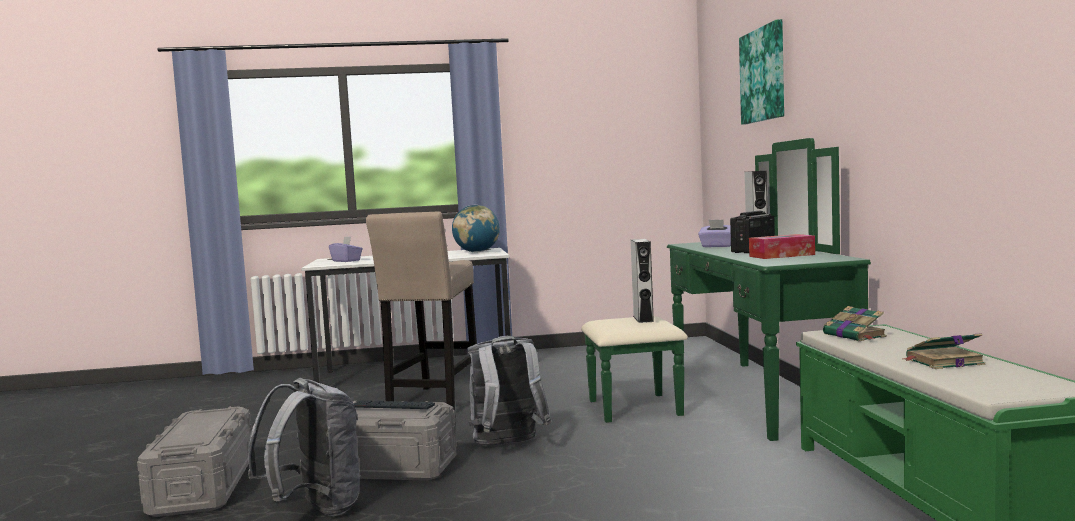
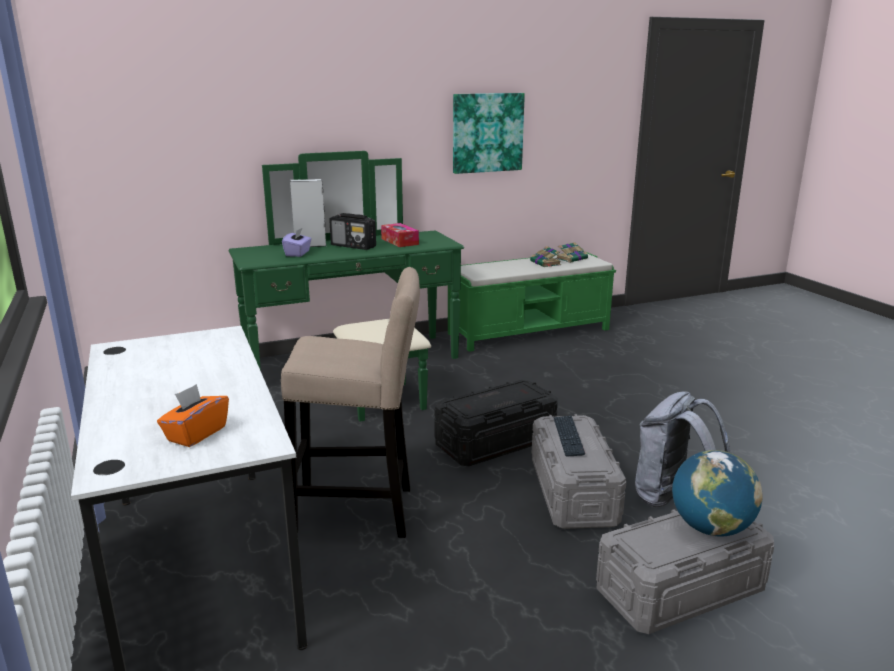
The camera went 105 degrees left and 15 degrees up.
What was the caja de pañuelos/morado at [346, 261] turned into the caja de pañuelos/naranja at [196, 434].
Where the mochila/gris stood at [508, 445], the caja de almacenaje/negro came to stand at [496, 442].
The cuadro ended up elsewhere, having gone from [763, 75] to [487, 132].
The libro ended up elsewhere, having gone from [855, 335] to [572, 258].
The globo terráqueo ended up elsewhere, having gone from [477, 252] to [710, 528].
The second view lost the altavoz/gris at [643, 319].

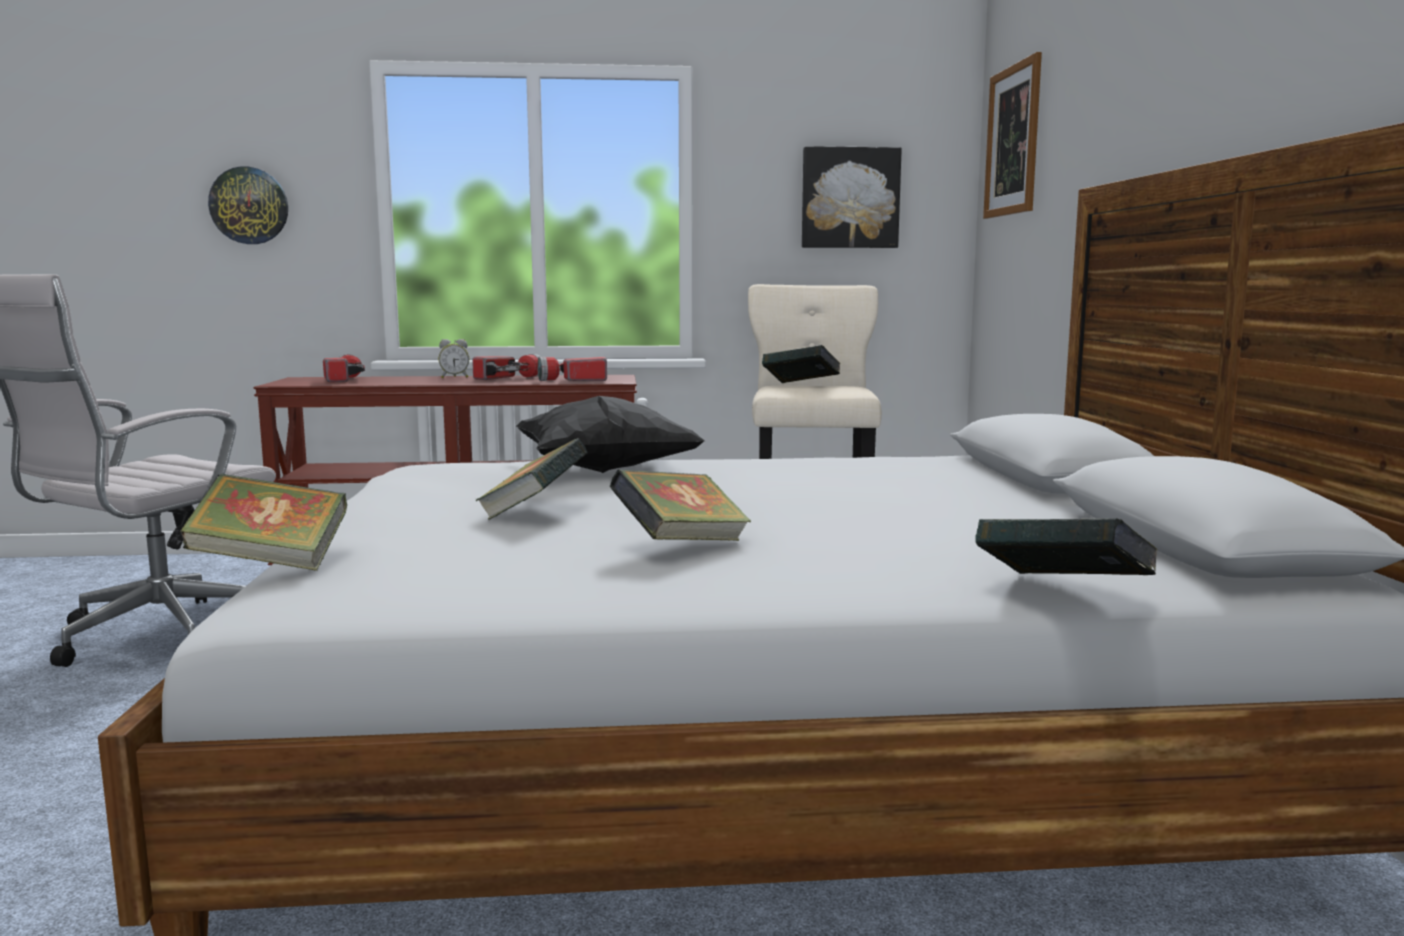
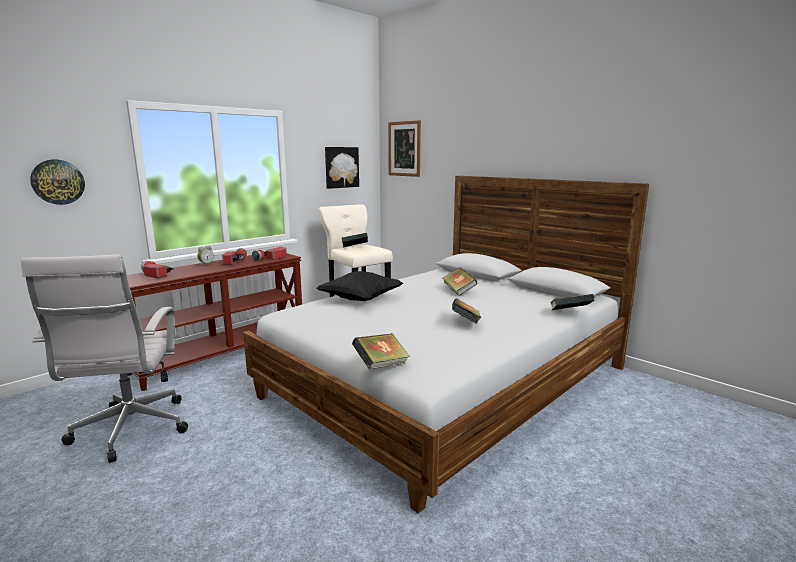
The camera went 40 degrees left and 5 degrees up.
The libro ended up elsewhere, having gone from [534, 511] to [459, 291].

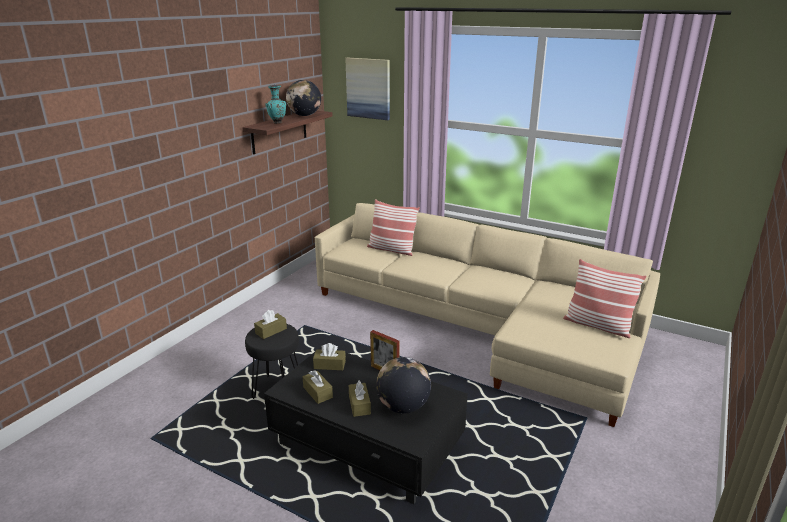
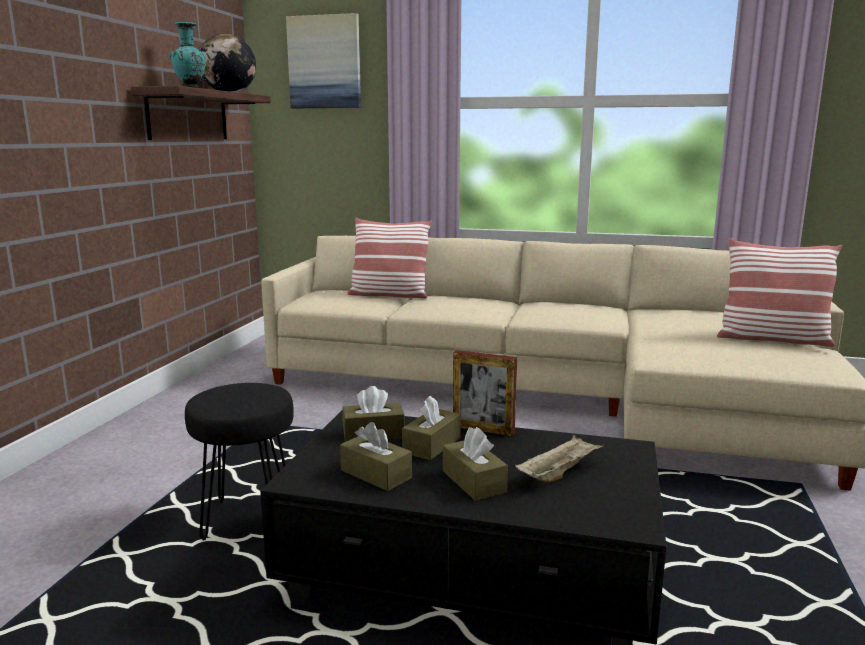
The camera went 15 degrees left and 10 degrees down.
The caja de pañuelos/marrón ended up elsewhere, having gone from [271, 331] to [432, 445].
Where the globo terráqueo stood at [403, 406], the bandeja/beis came to stand at [559, 473].

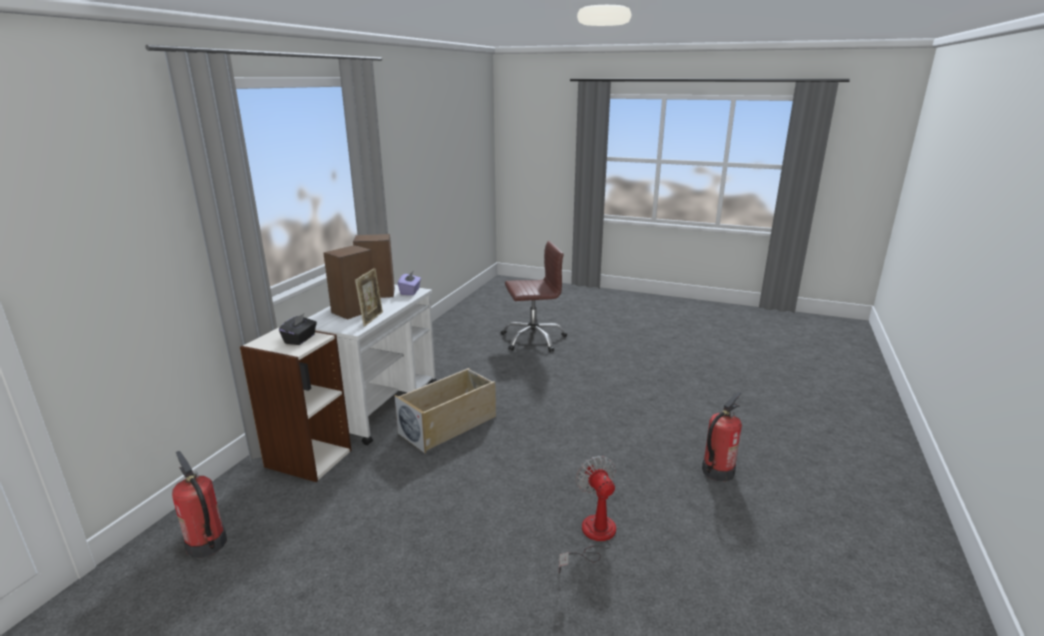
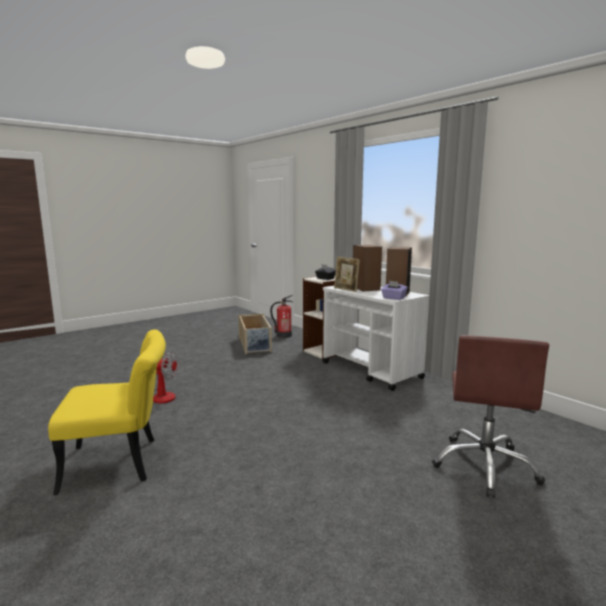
The camera went 120 degrees right and 10 degrees down.
Where the extintor stood at [717, 471], the silla/amarillo came to stand at [122, 462].
The caja de almacenaje/beis ended up elsewhere, having gone from [449, 425] to [255, 345].

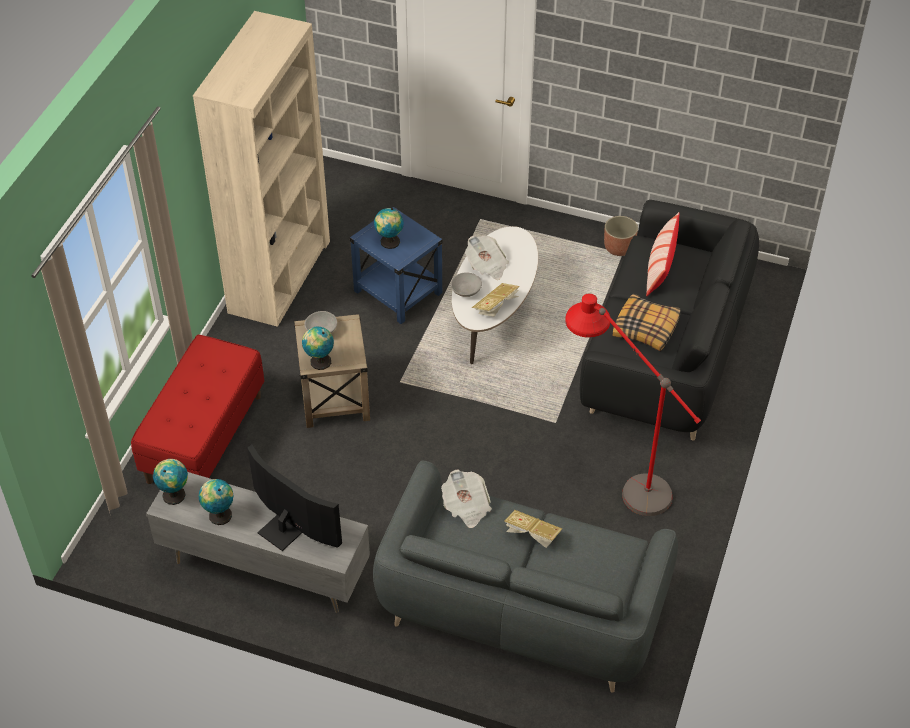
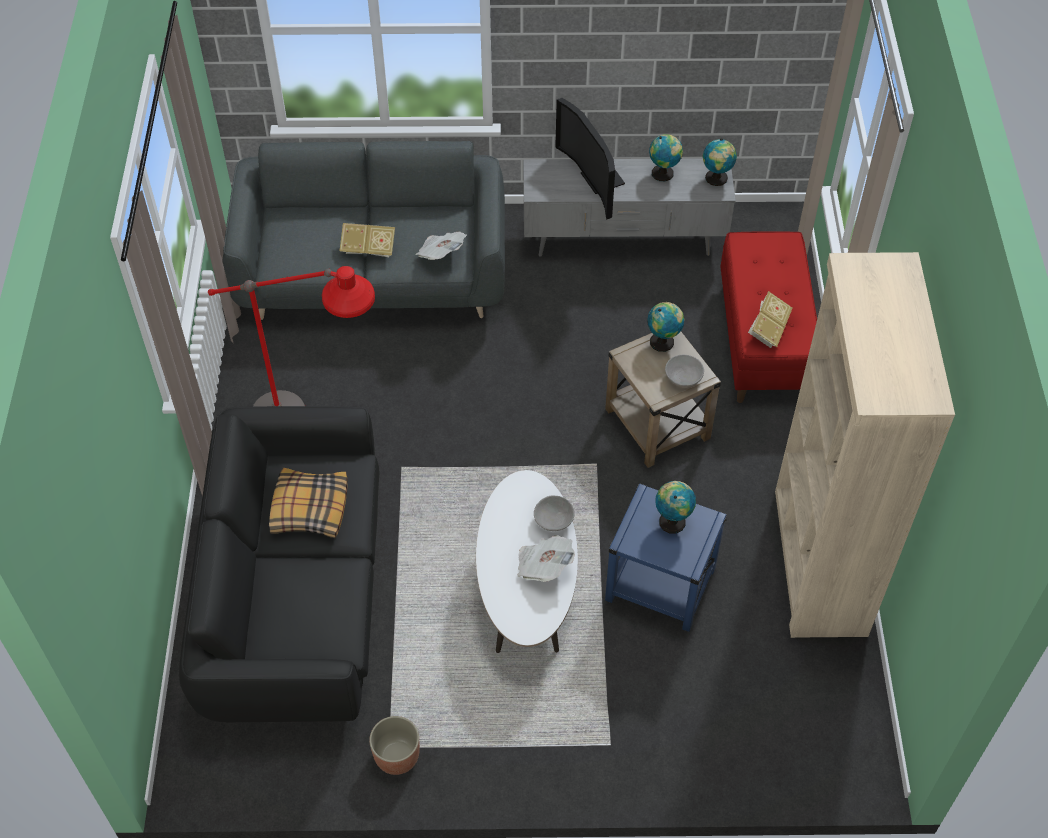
The camera went 160 degrees right and 5 degrees up.
The televisor at [287, 527] ended up facing another way, 45 degrees clockwise from before.
The libro ended up elsewhere, having gone from [496, 307] to [768, 329].
The second view lost the cojín at [660, 267].

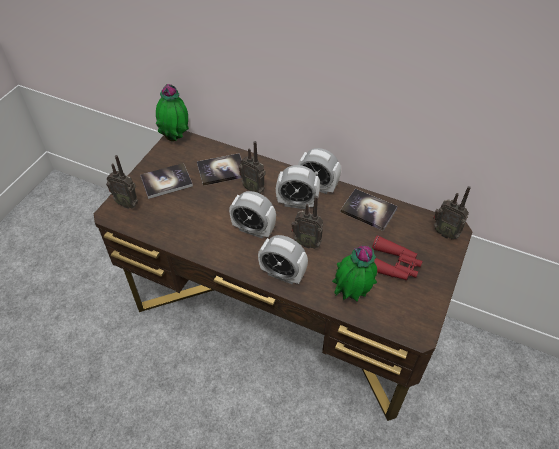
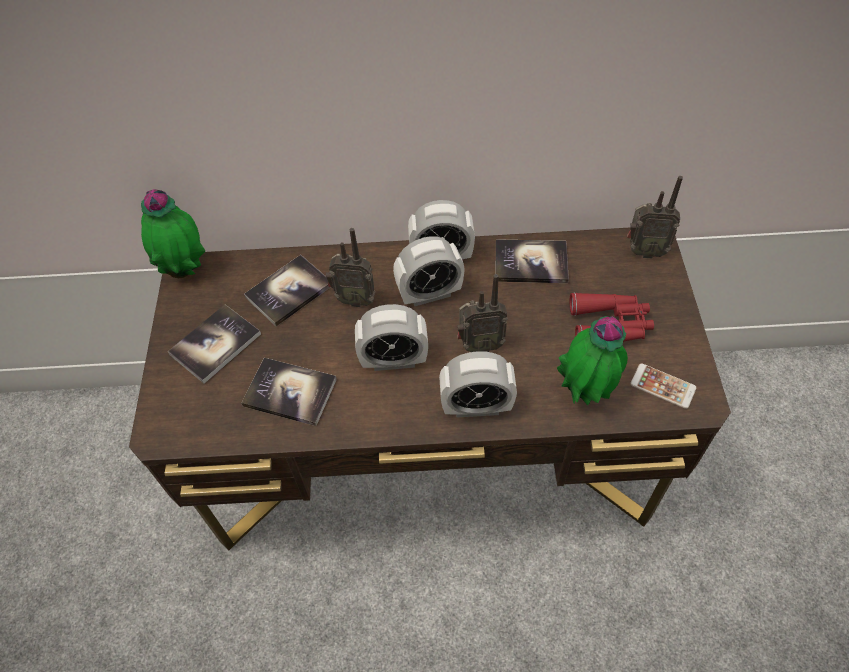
The camera went 25 degrees left and 5 degrees up.
The second view gained the libro at [290, 392].
The second view gained the móvil at [662, 386].
The second view lost the radio at [127, 203].

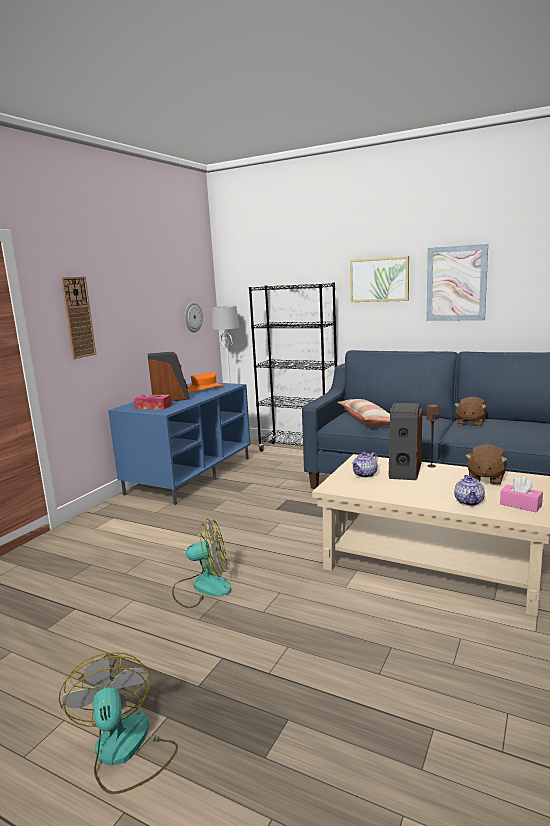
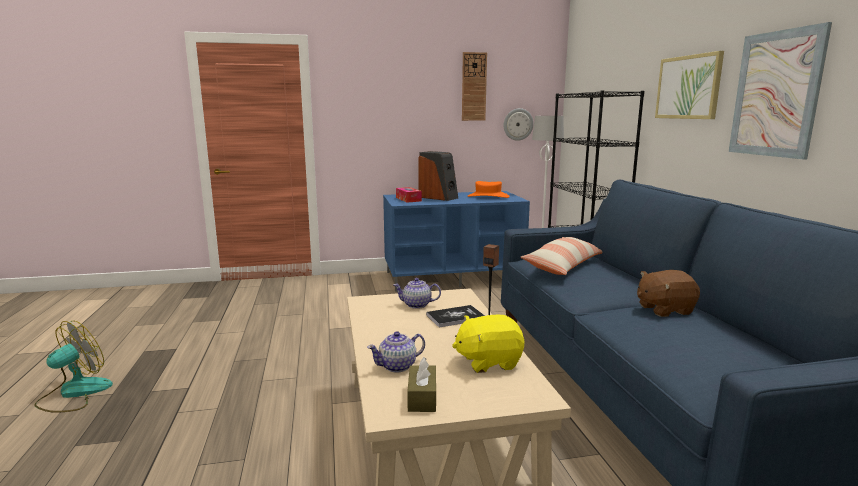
The camera went 50 degrees right and 0 degrees up.
What was the caja de pañuelos/rosa at [520, 505] turned into the caja de pañuelos/marrón at [422, 397].
Where the altavoz stood at [404, 470], the libro came to stand at [455, 317].
What was the peluche/marrón at [485, 478] turned into the peluche/amarillo at [488, 361].
The reloj de pared ended up elsewhere, having gone from [78, 317] to [474, 87].
The second view lost the ventilador at [202, 587].

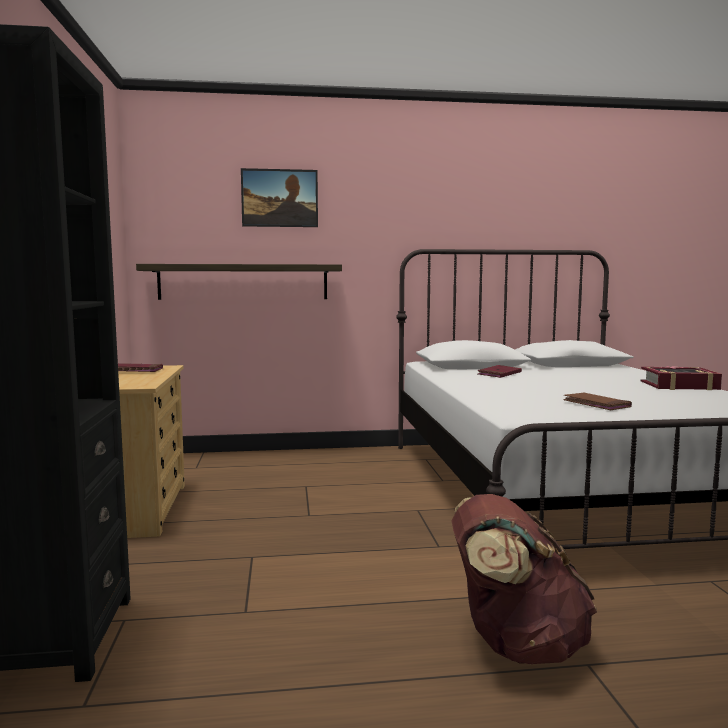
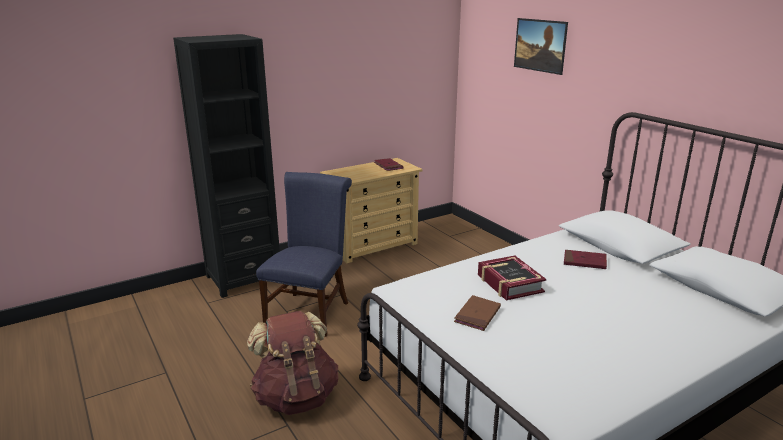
The camera went 65 degrees right and 15 degrees up.
The second view gained the silla/azul at [310, 311].
The libro ended up elsewhere, having gone from [679, 385] to [509, 283].
The second view lost the estante at [243, 282].

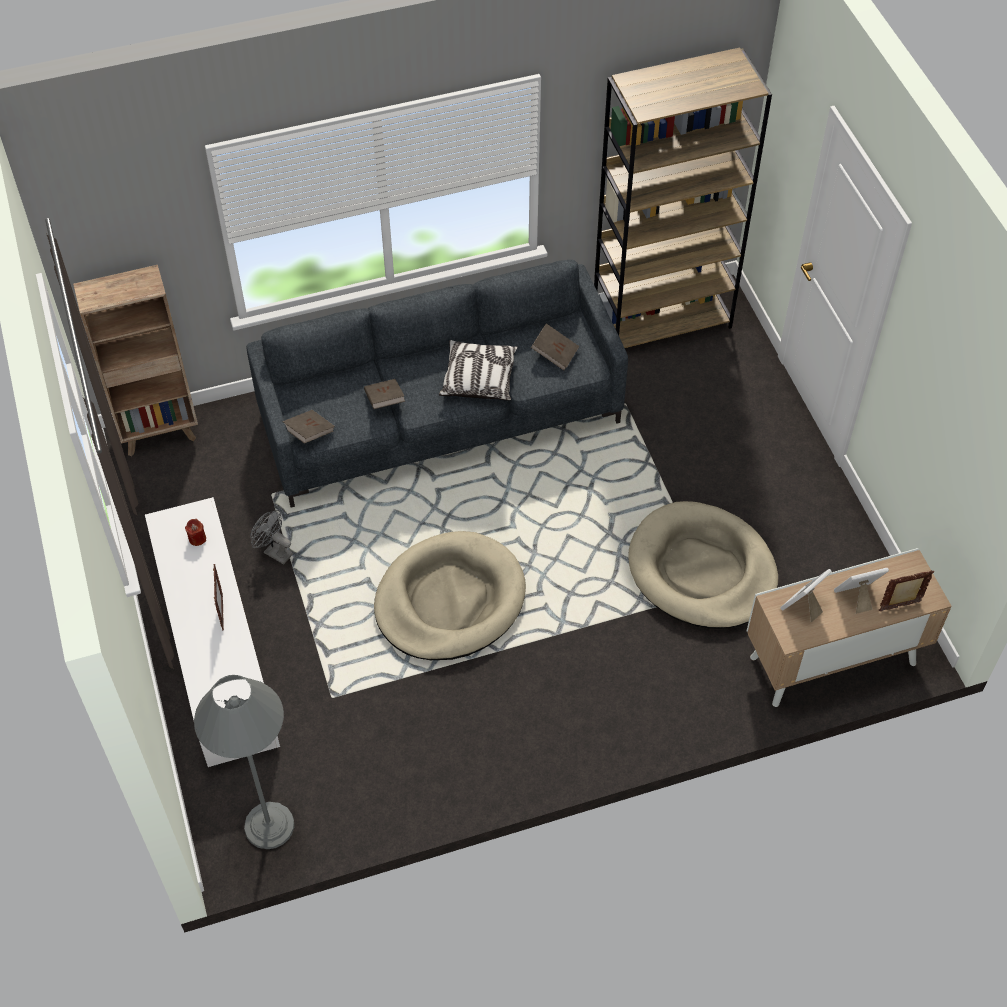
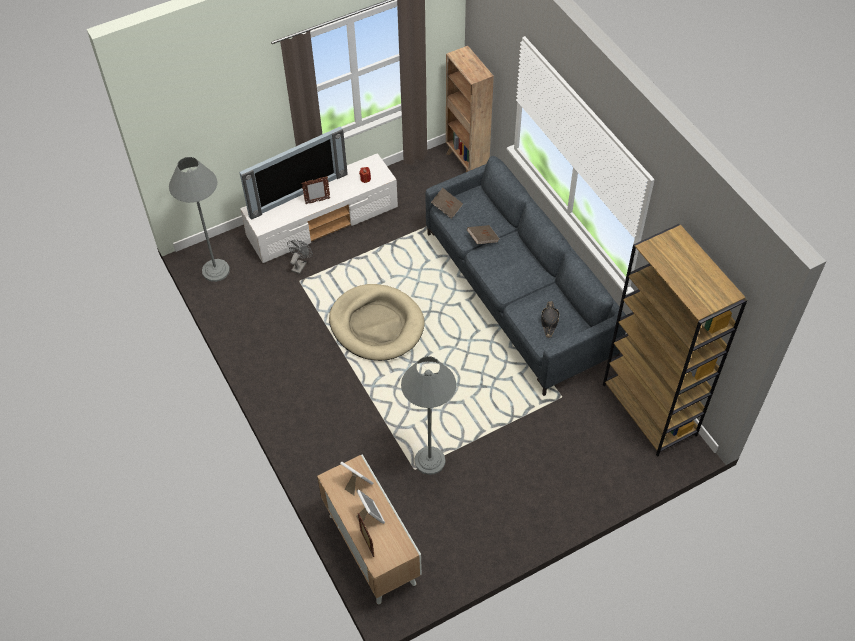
The camera went 80 degrees right and 0 degrees up.
The second view gained the televisor at [296, 192].
The ventilador/gris ended up elsewhere, having gone from [274, 552] to [300, 265].
Where the cama para perro/beis stood at [702, 570], the lámpara de pie/gris came to stand at [429, 461].
Where the libro/marrón stood at [555, 354], the sombrero/negro came to stand at [549, 321].
The second view lost the cojín at [478, 379].

